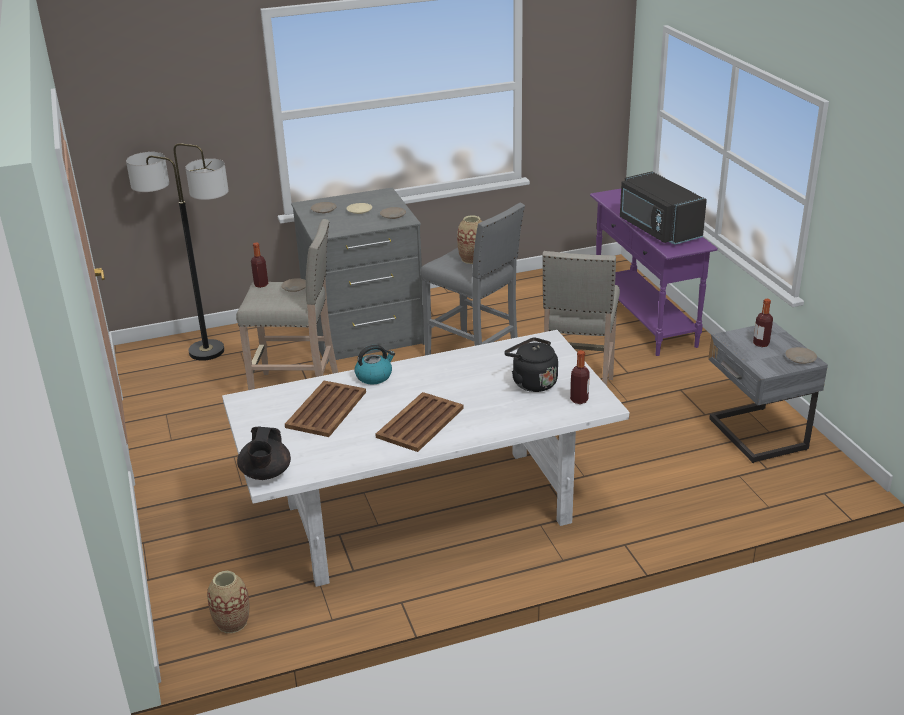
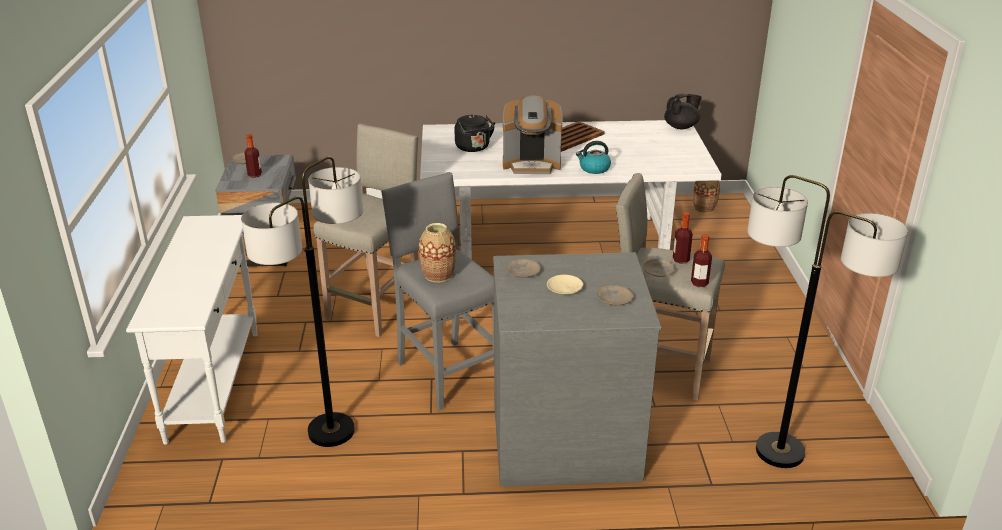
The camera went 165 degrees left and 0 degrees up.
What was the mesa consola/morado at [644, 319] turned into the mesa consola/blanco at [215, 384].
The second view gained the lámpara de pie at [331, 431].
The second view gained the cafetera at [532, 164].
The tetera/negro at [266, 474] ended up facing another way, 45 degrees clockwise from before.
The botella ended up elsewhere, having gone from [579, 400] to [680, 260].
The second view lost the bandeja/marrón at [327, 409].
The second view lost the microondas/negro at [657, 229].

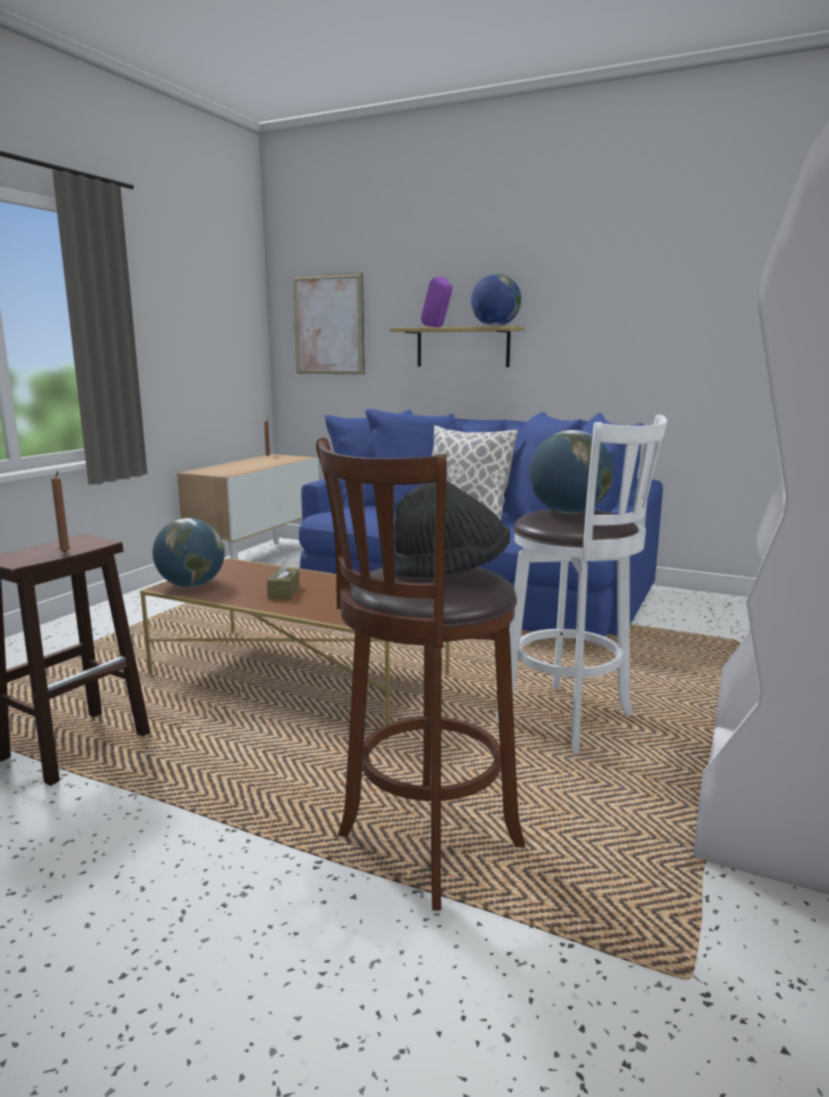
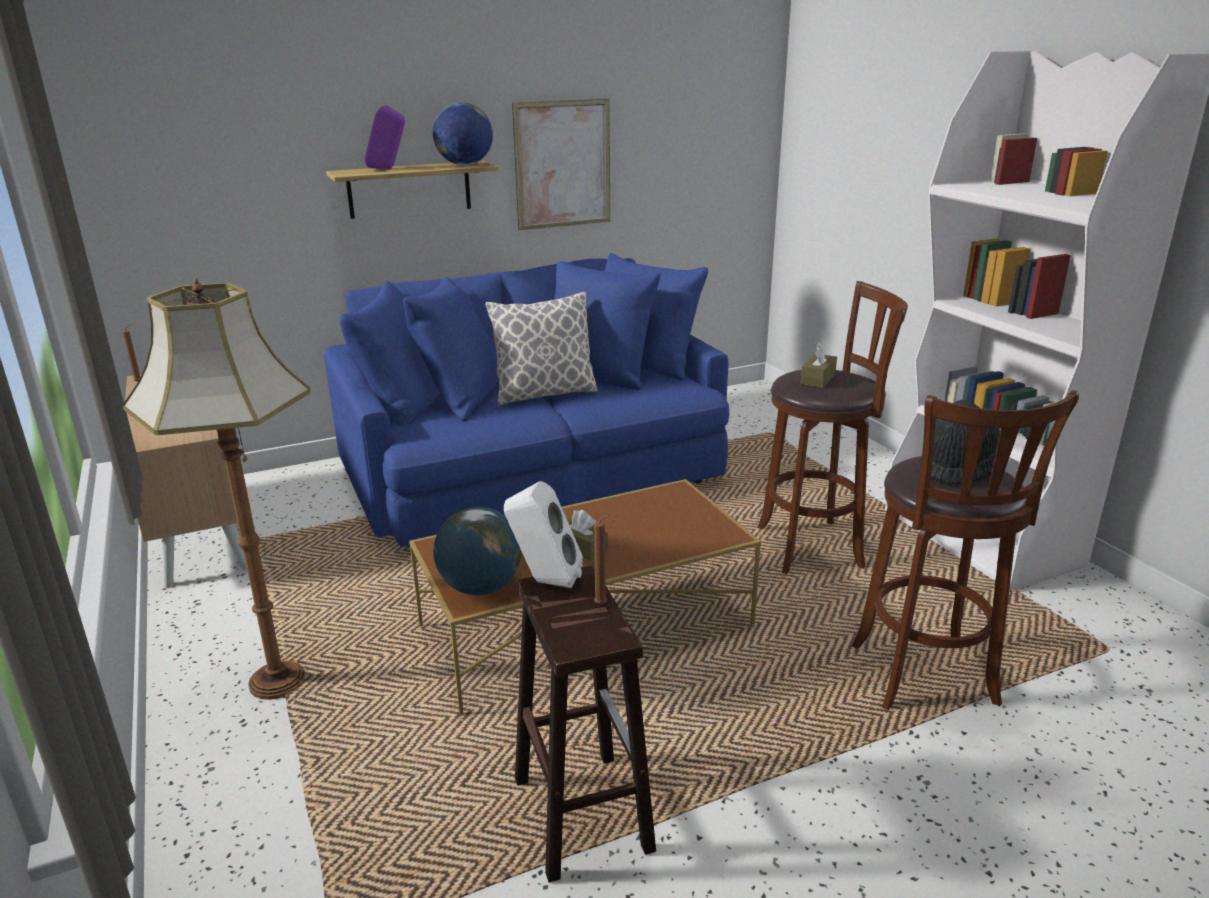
The camera went 50 degrees left and 10 degrees up.
The second view gained the lámpara de pie at [275, 681].
The second view gained the altavoz/blanco at [544, 582].
The cuadro ended up elsewhere, having gone from [328, 325] to [563, 164].
What was the taburete/blanco at [571, 721] turned into the taburete/marrón at [815, 547].
Where the globo terráqueo stood at [568, 512], the caja de pañuelos/marrón came to stand at [818, 379].

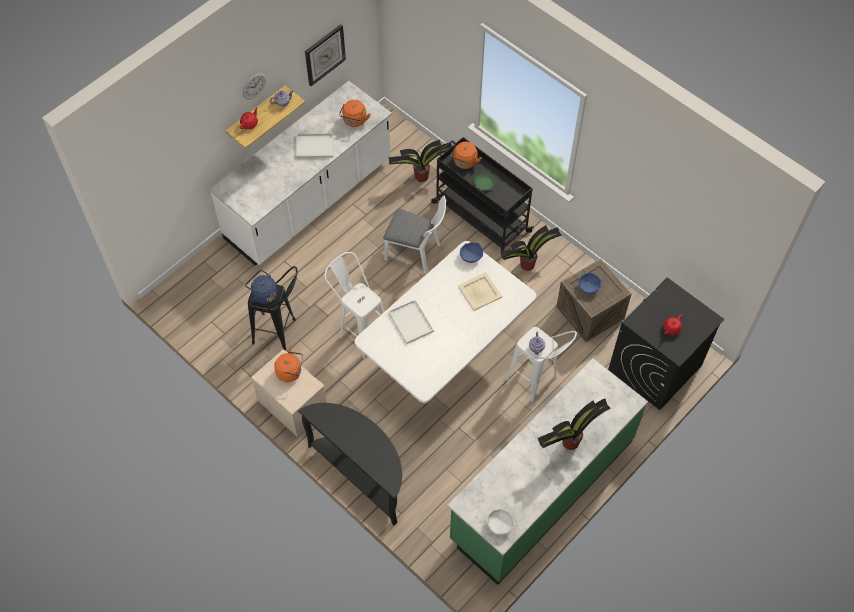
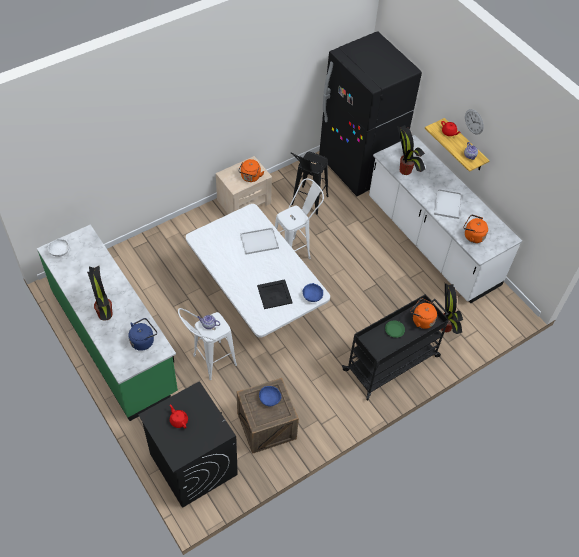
The camera went 100 degrees right and 5 degrees down.
The hervidor/azul ended up elsewhere, having gone from [263, 294] to [143, 340].
What was the bandeja/beis at [479, 292] turned into the bandeja/negro at [274, 294].
The second view gained the nevera/negro at [358, 168].
The planta en maceta ended up elsewhere, having gone from [528, 264] to [405, 171].
The second view lost the mesa consola/negro at [362, 474].
The second view lost the reloj de pared at [324, 54].
The second view lost the silla/blanco at [416, 253].

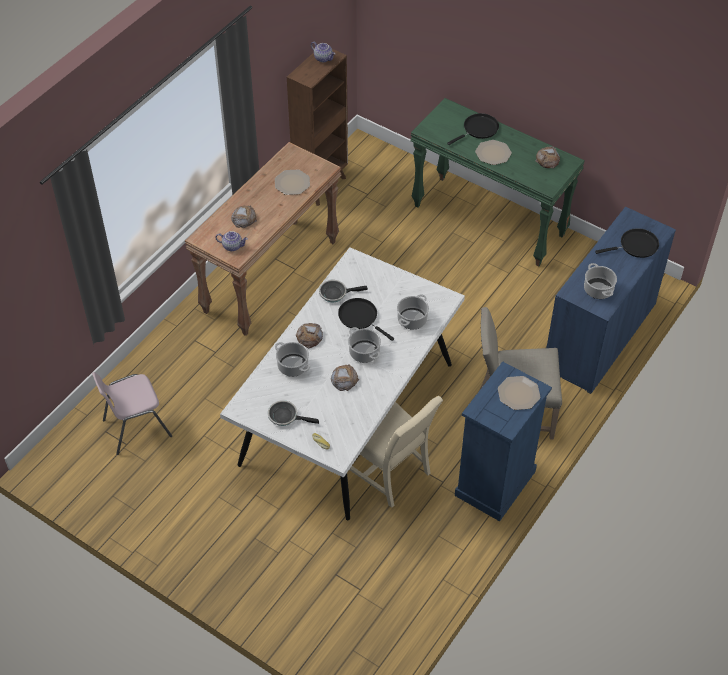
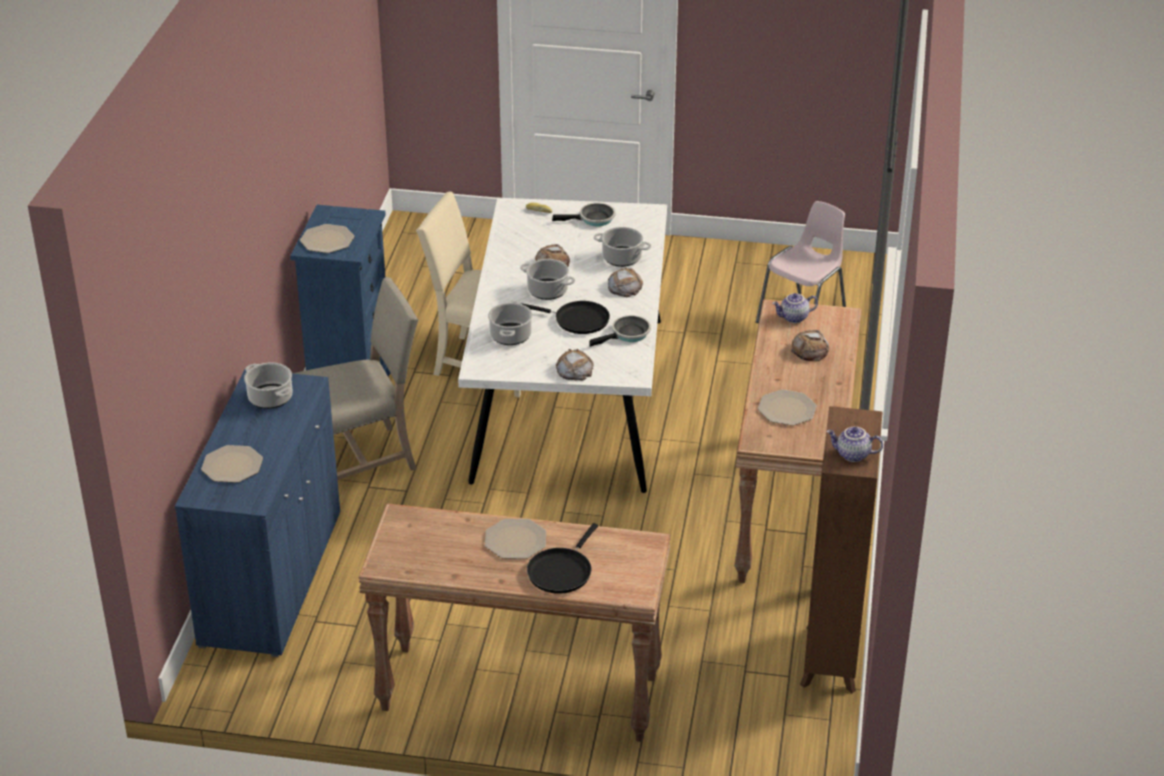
The camera went 155 degrees right and 15 degrees down.
Where the sartén/negro stood at [636, 246], the plato came to stand at [231, 465].
What was the mesa consola/verde at [489, 220] turned into the mesa consola/marrón at [518, 694].
The pan ended up elsewhere, having gone from [547, 160] to [574, 369].

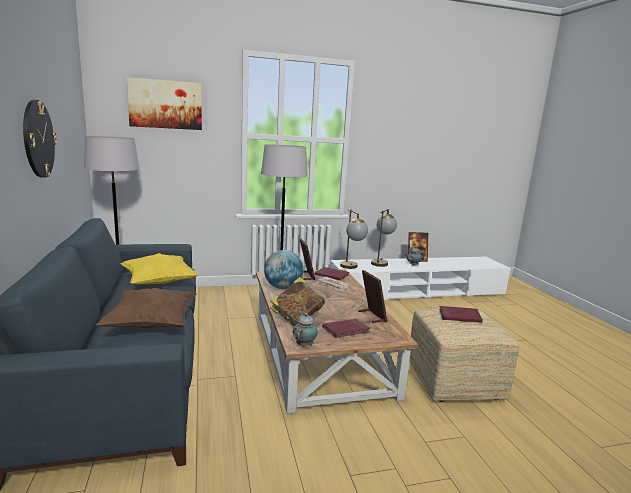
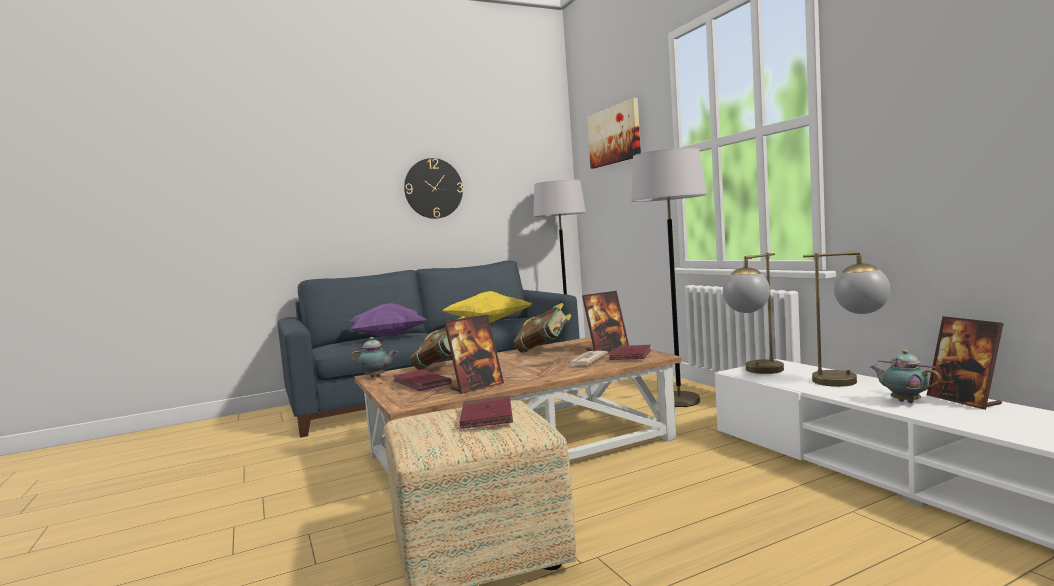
The camera went 80 degrees right and 10 degrees down.
What was the cojín/marrón at [151, 324] turned into the cojín/morado at [388, 336].
Where the globo terráqueo stood at [283, 288], the libro came to stand at [544, 350].

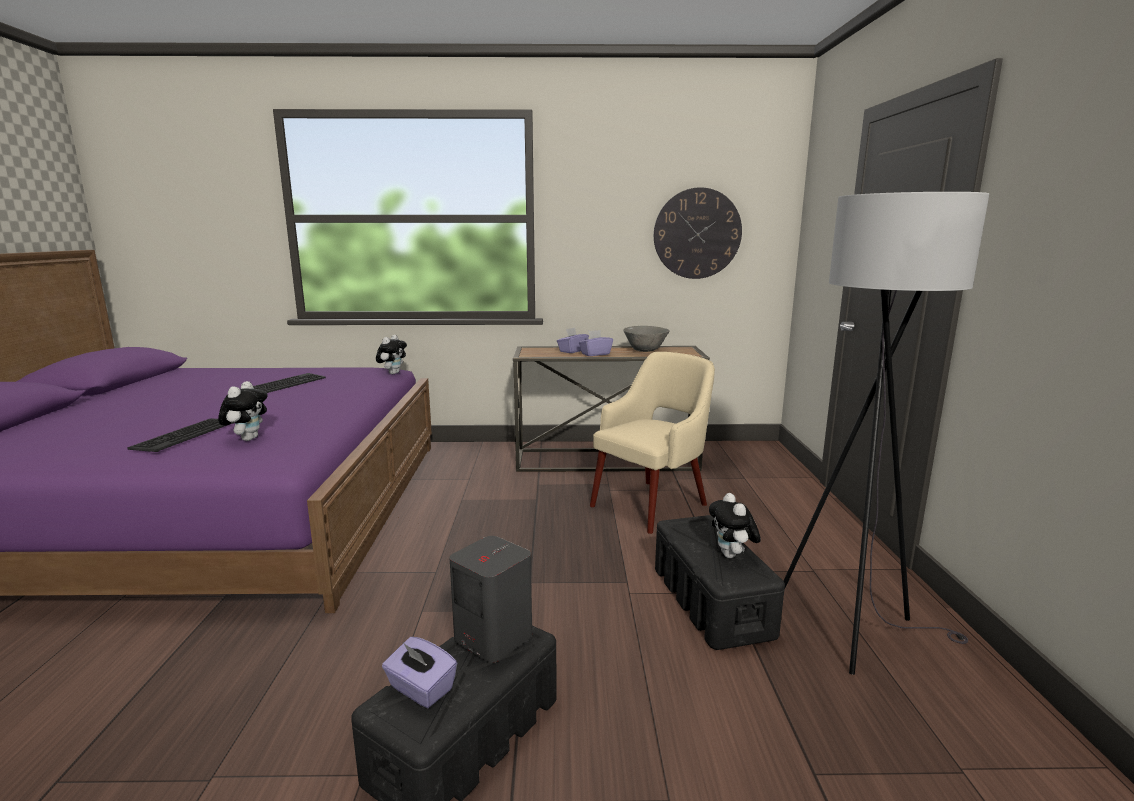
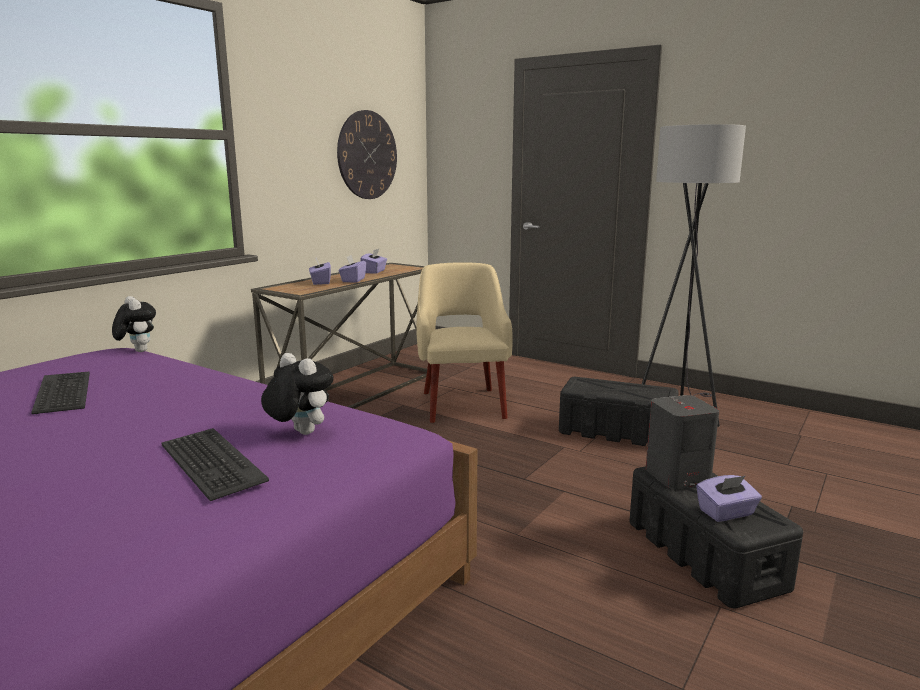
The camera went 55 degrees left and 0 degrees up.
Where the cuenco/gris stood at [645, 351], the caja de pañuelos/morado came to stand at [374, 271].
The second view lost the peluche at [732, 556].

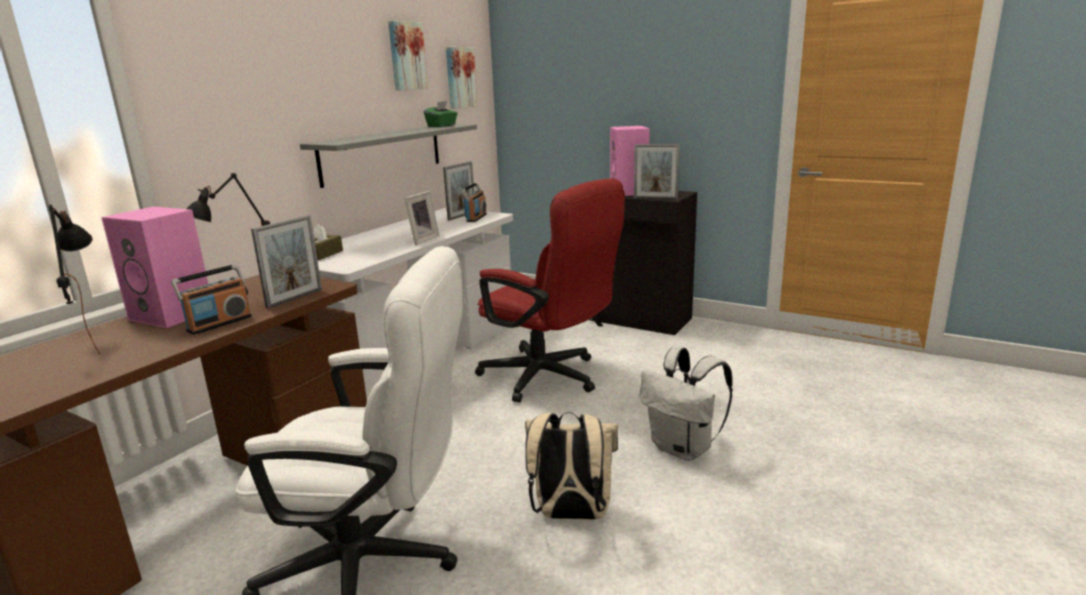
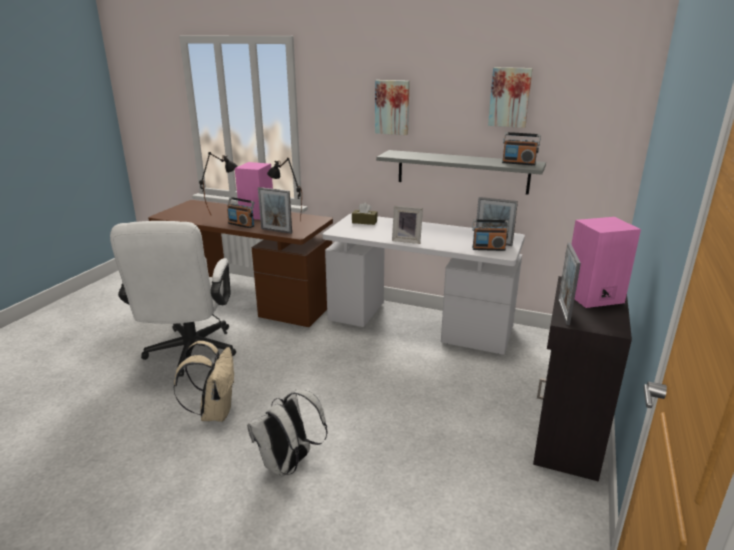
The camera went 80 degrees right and 5 degrees up.
The cuadro ended up elsewhere, having gone from [459, 77] to [392, 107].
Where the caja de pañuelos/verde stood at [442, 126], the radio came to stand at [518, 163].
The second view lost the silla de oficina/rojo at [549, 378].

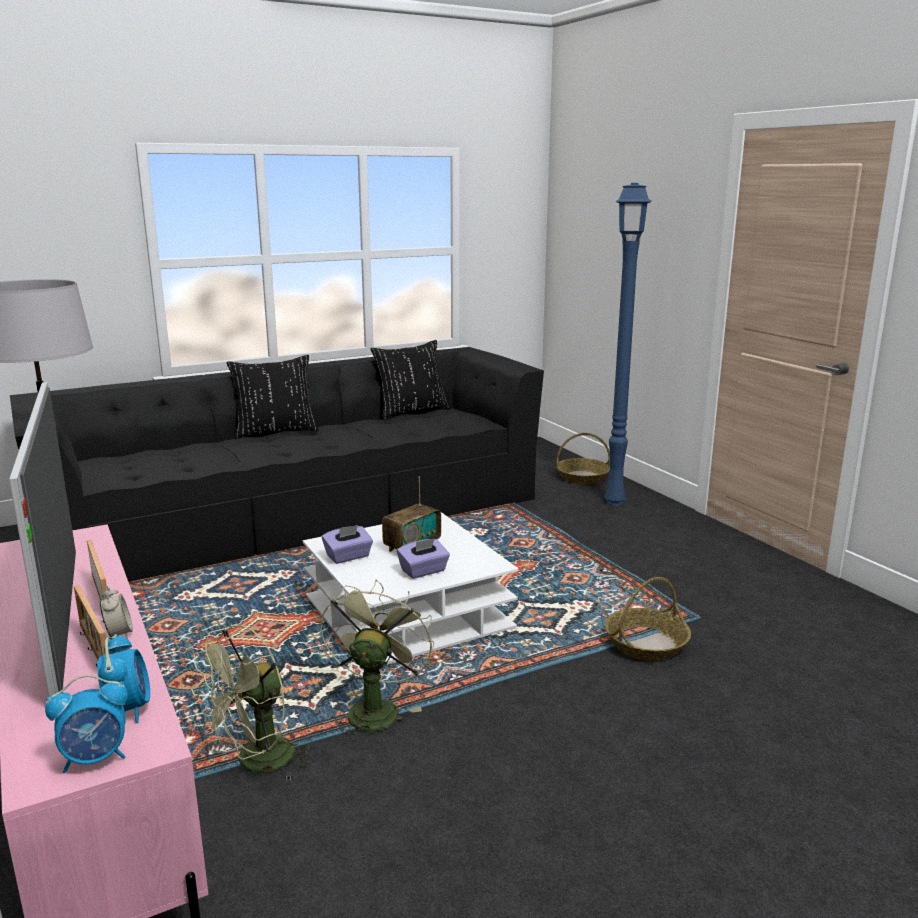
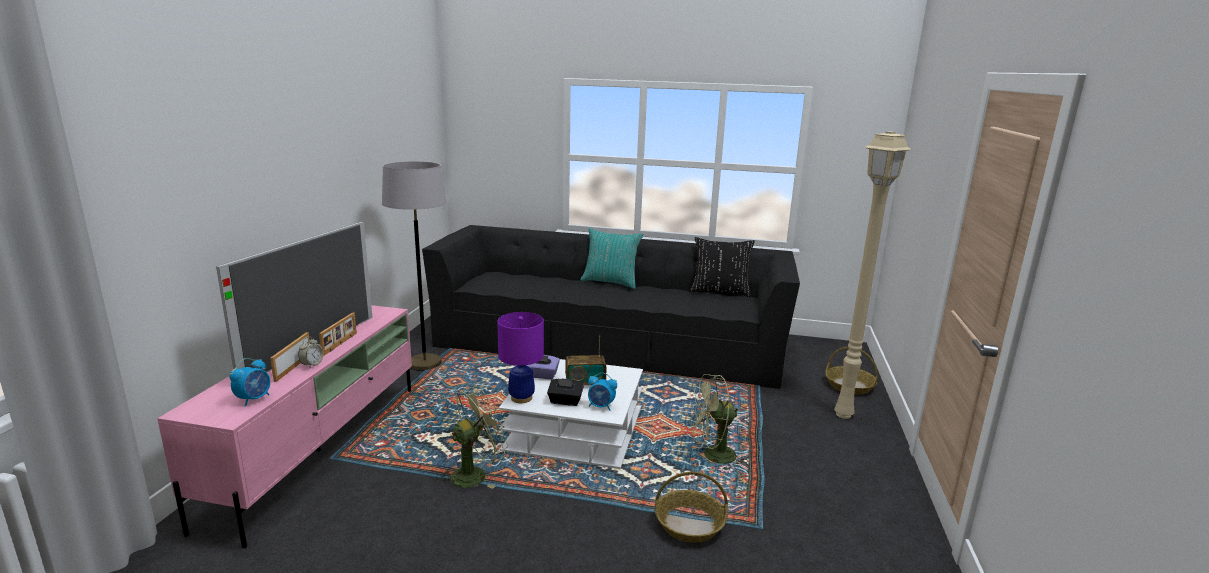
The camera went 40 degrees right and 0 degrees up.
The second view gained the lámpara de mesa/morado at [521, 398].
What was the caja de pañuelos/morado at [423, 571] turned into the caja de pañuelos/negro at [565, 401].
What was the cojín/negro at [275, 432] turned into the cojín/turquesa at [610, 282].
The despertador ended up elsewhere, having gone from [96, 758] to [601, 406].
The ventilador/verde ended up elsewhere, having gone from [257, 763] to [712, 456].
What was the lámpara de pie/azul at [615, 502] turned into the lámpara de pie/beis at [845, 415].

